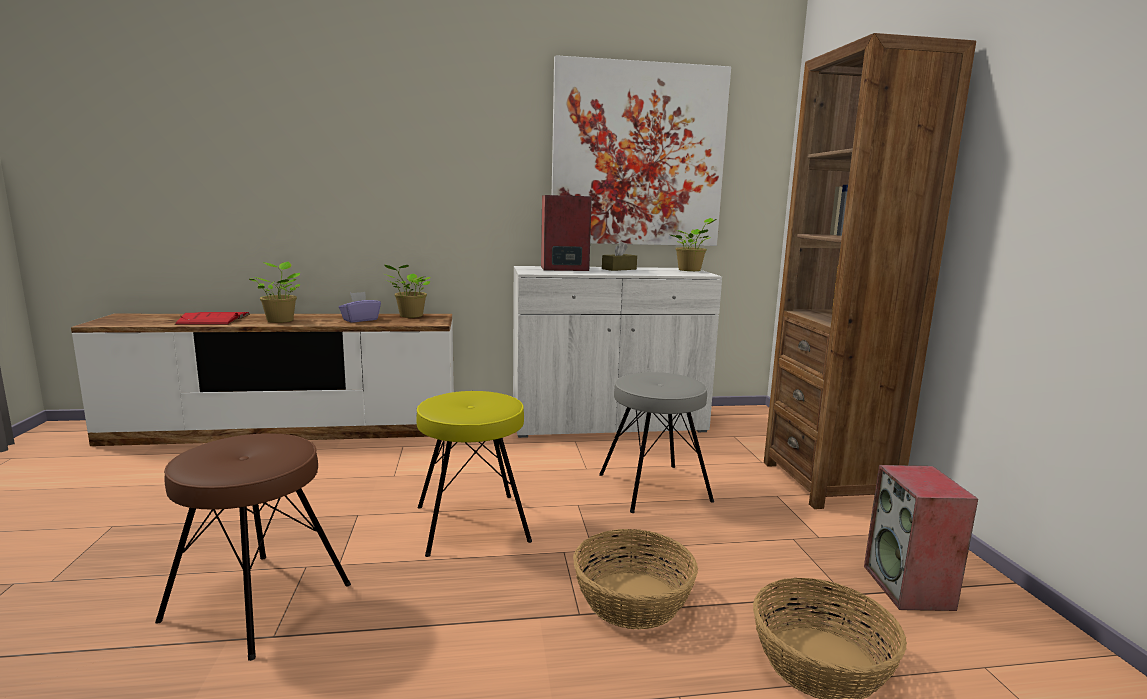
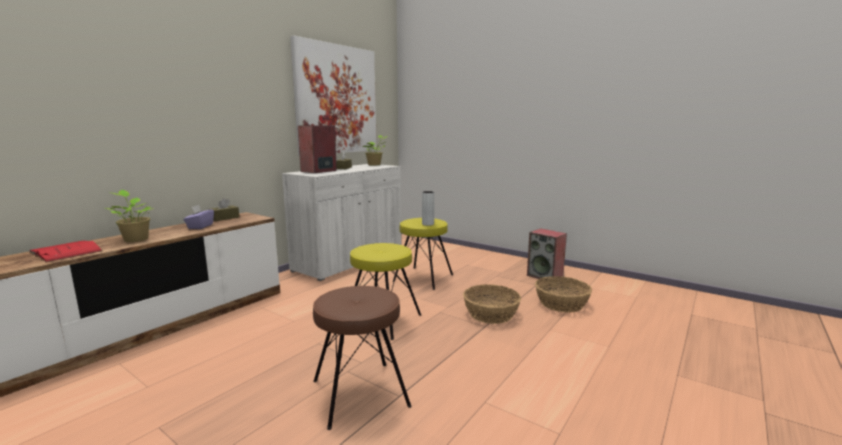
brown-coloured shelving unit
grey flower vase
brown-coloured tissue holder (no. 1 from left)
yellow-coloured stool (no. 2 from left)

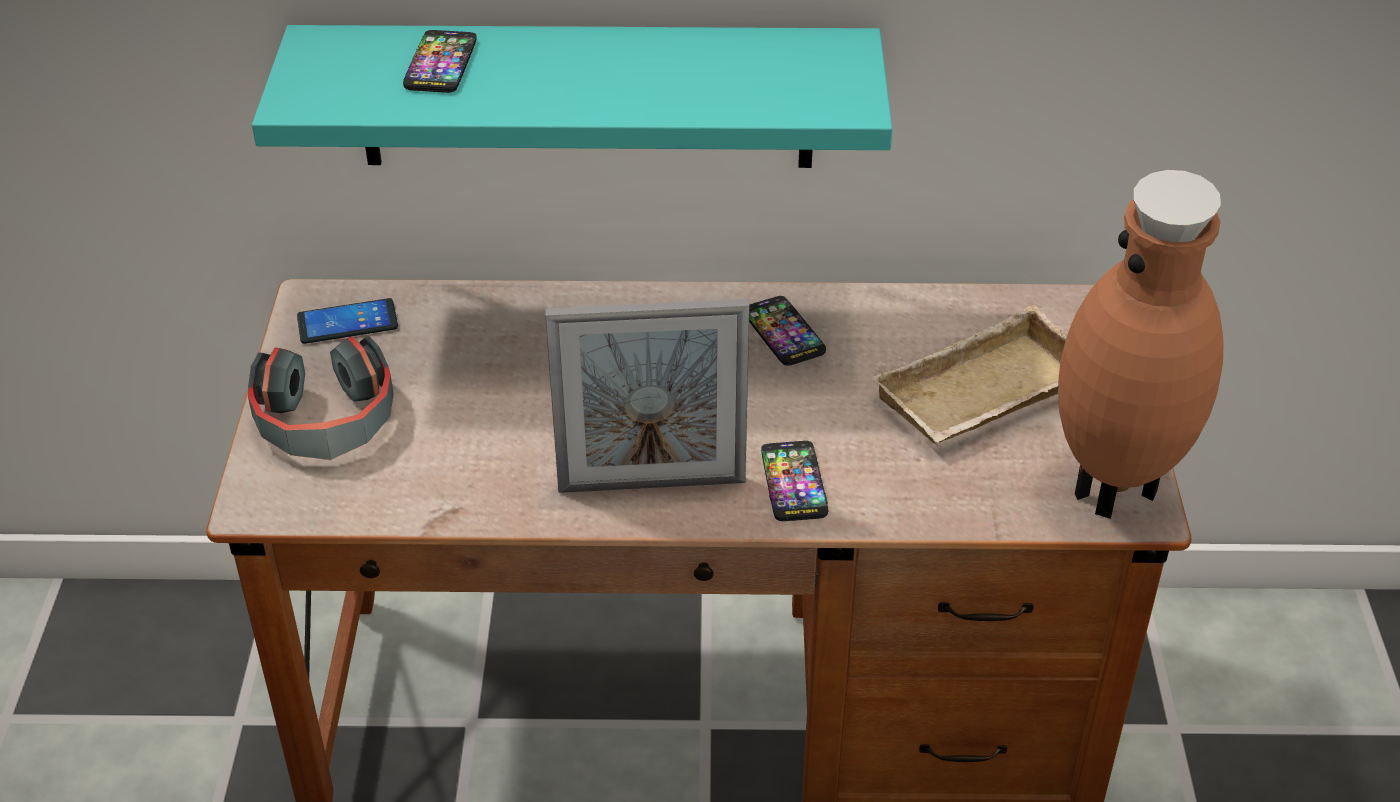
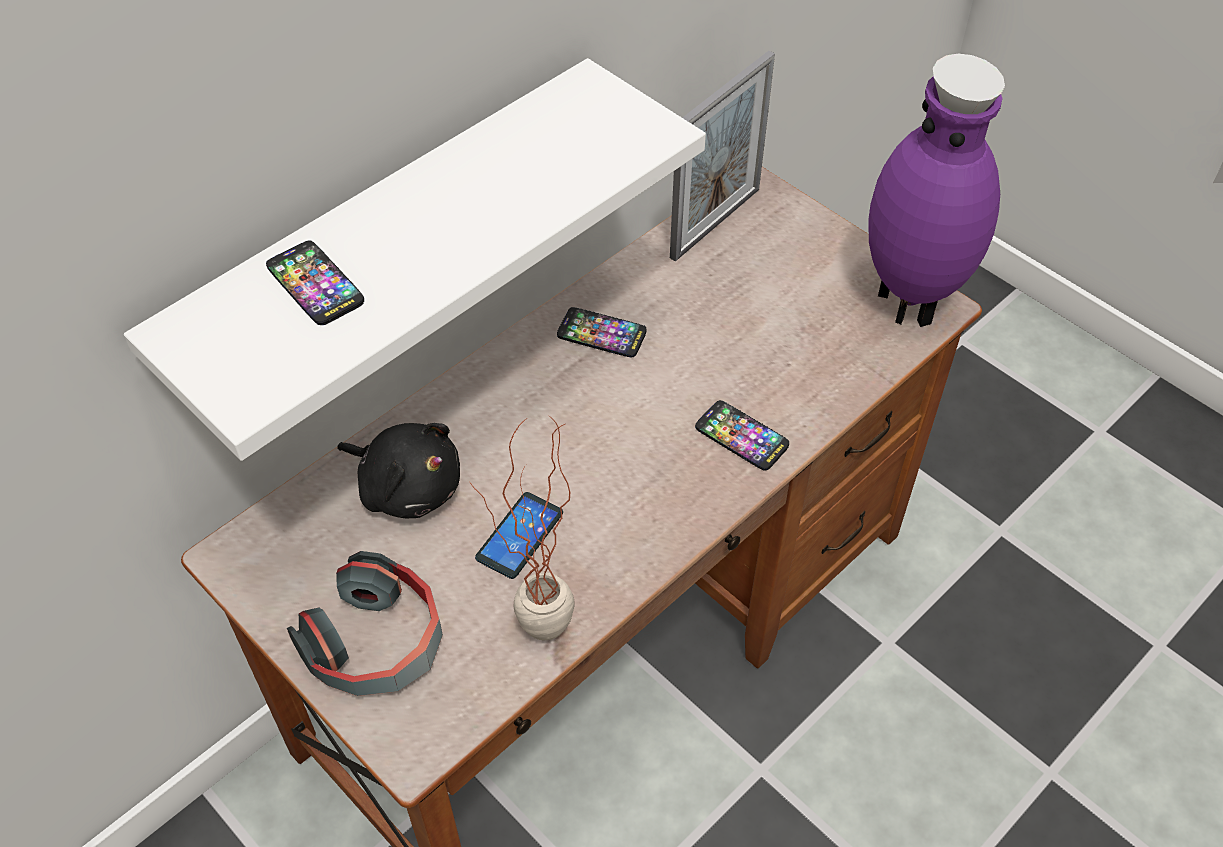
beige-coloured serving tray
black-coloured plush toy
plant in a pot
telephone (no. 2 from left)
photo frame
white-coloured wall shelf
purplish flower vase

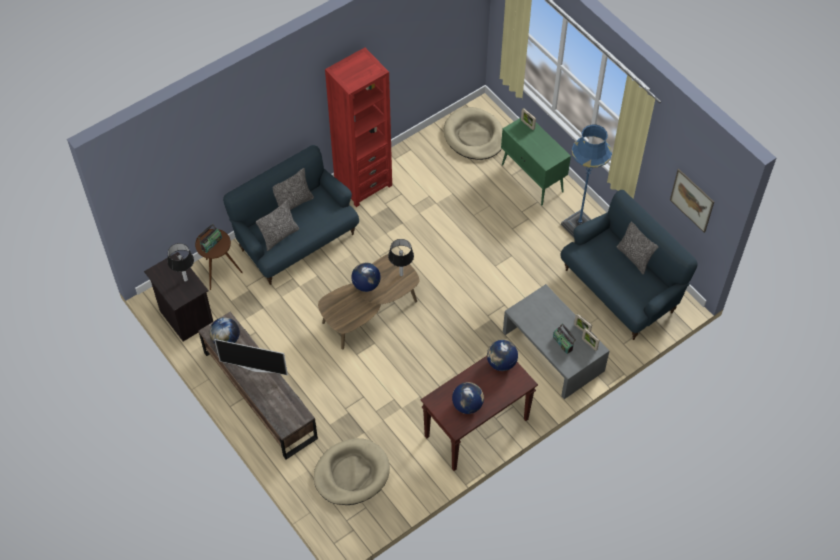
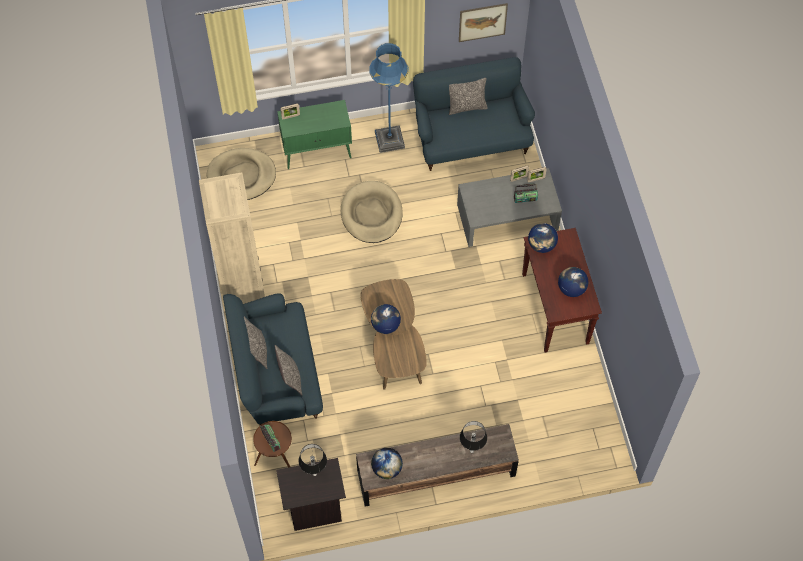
television
beige-coloured dog cushion (no. 2 from left)
tabletop lamp (no. 2 from left)
beige-coloured shelving unit

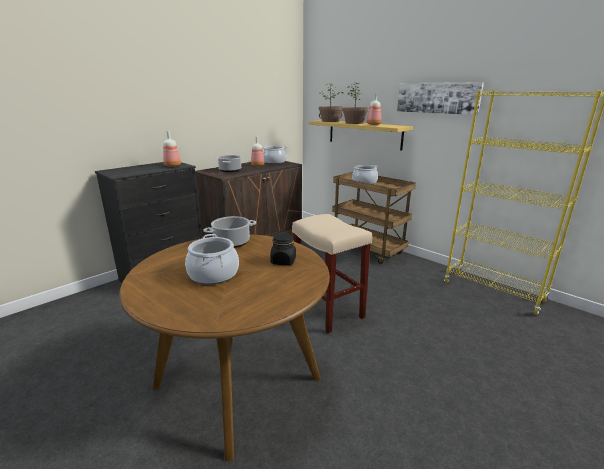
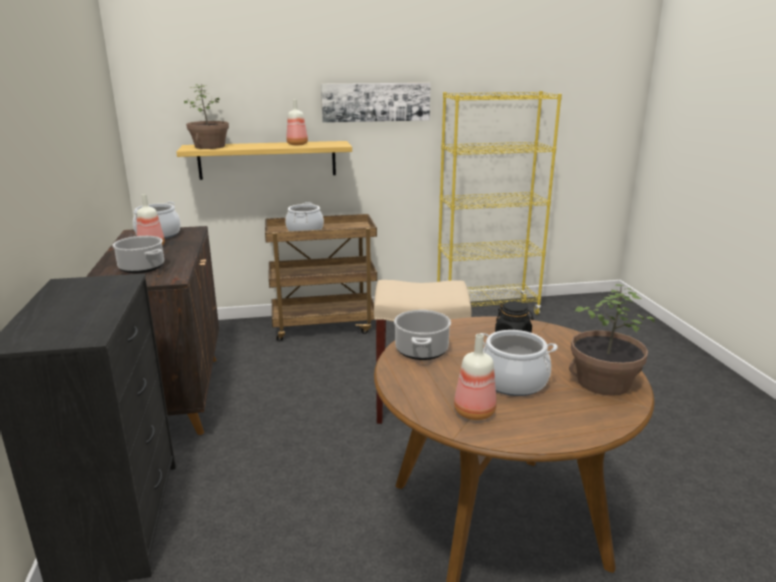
drink bottle (no. 3 from left)
plant in a pot (no. 2 from left)

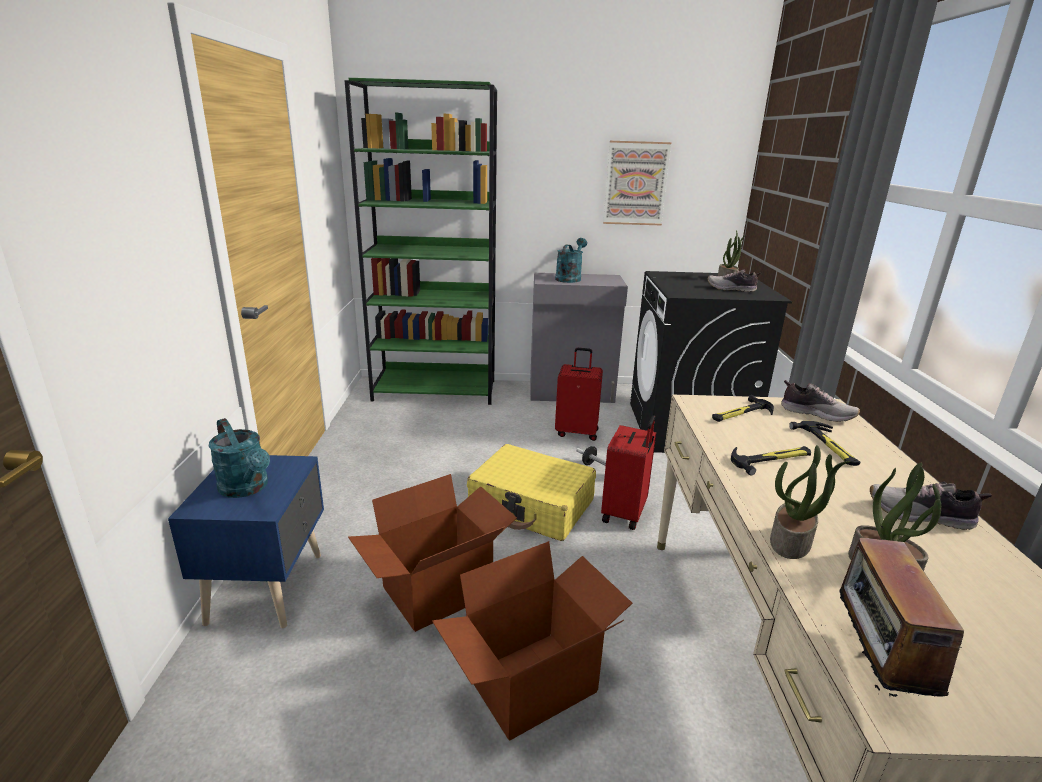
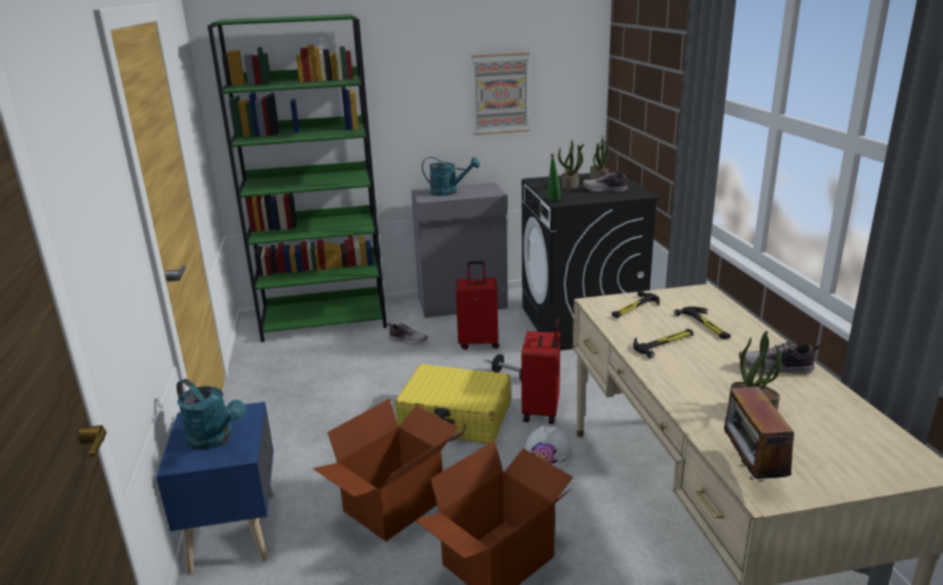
white-coloured work helmet
green-coloured drink bottle
plant in a pot (no. 1 from left)
shoe (no. 1 from left)
turquoise-coloured watering pot (no. 2 from left)

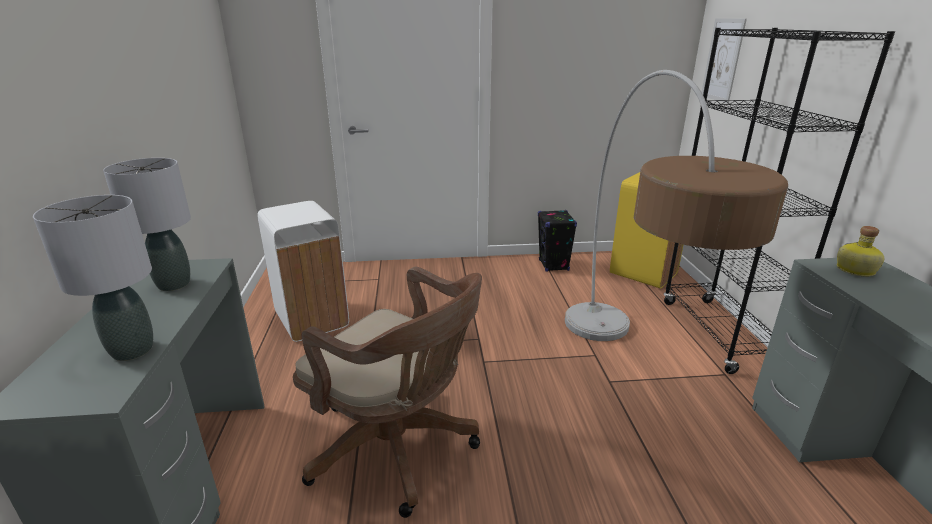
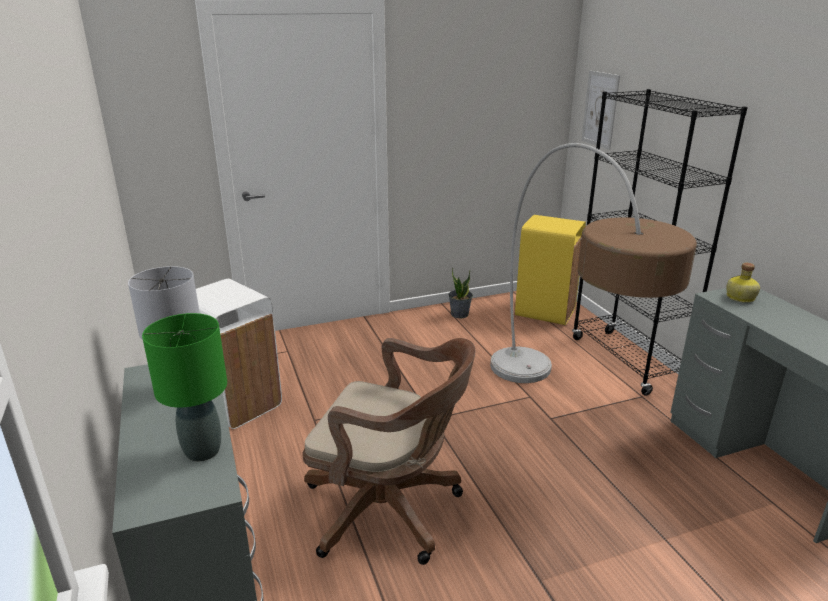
plant in a pot
green-coloured tabletop lamp

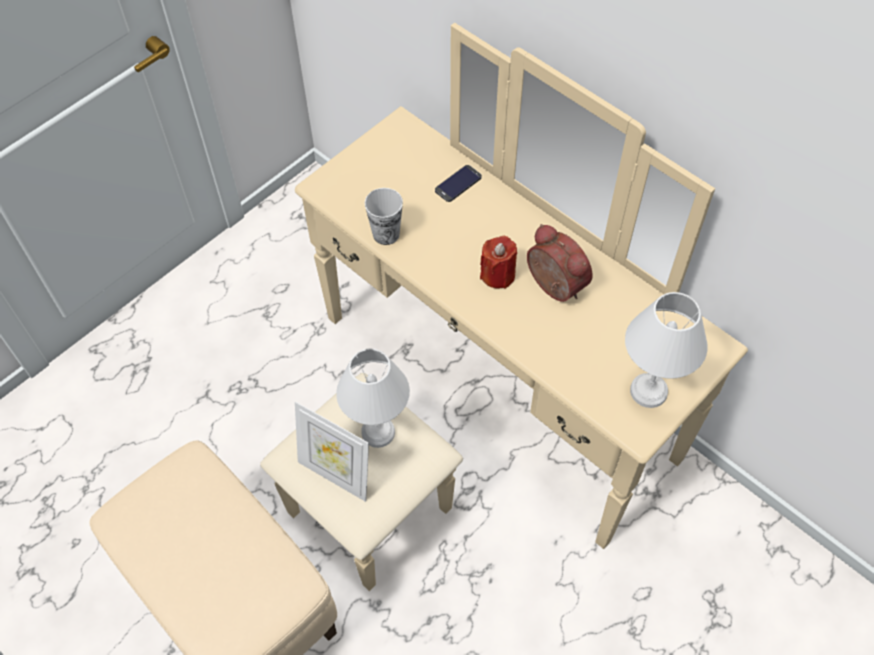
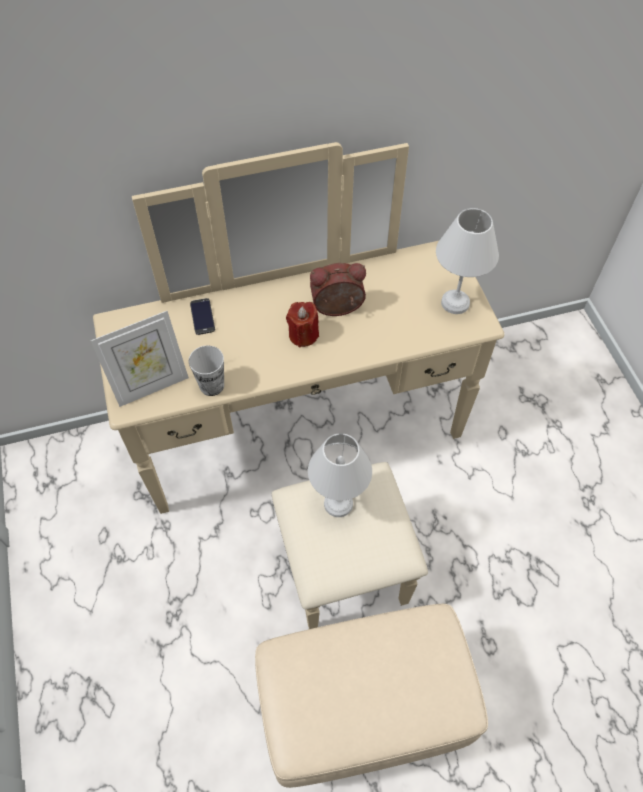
photo frame

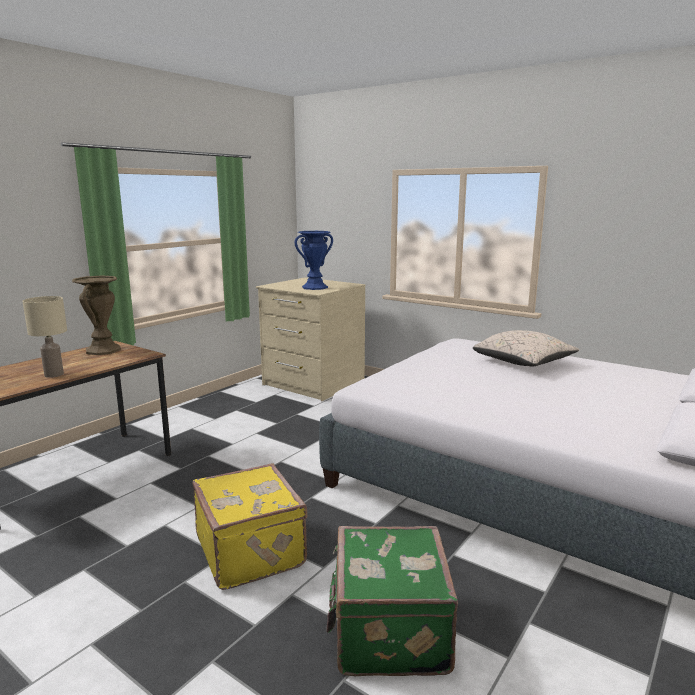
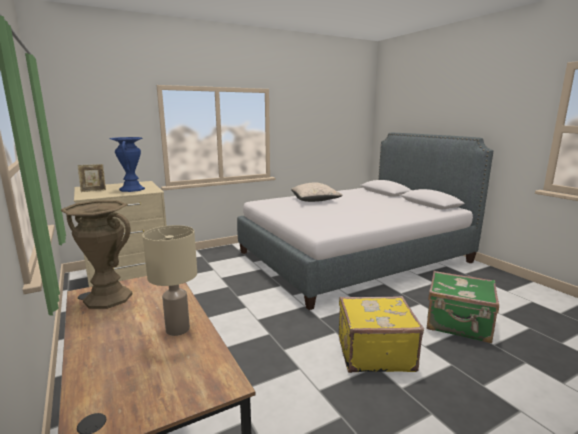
photo frame

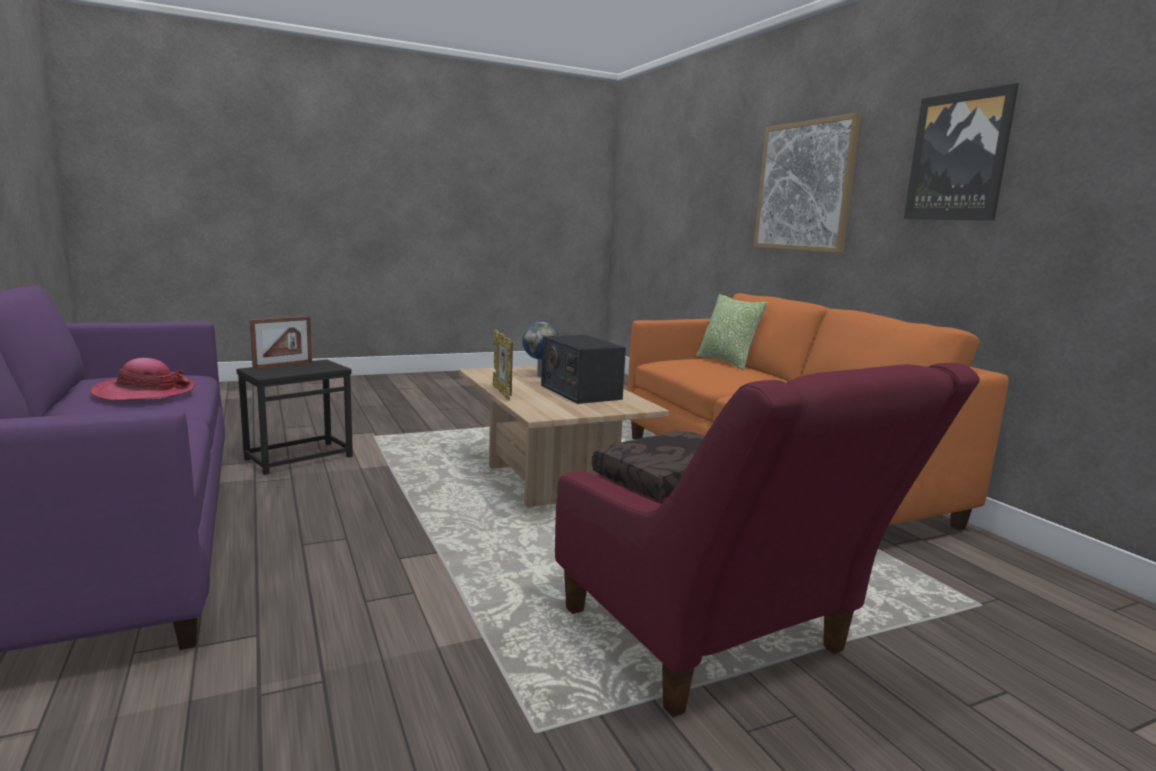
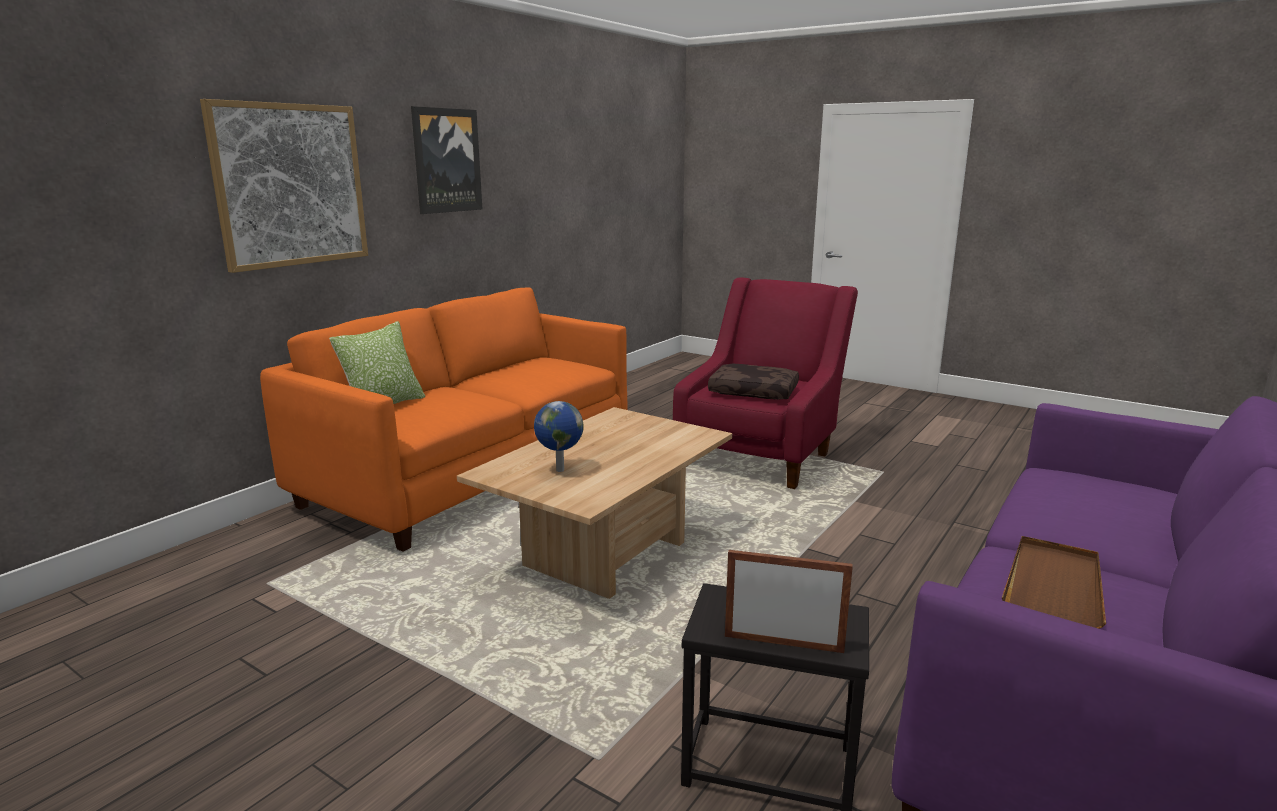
photo frame (no. 2 from left in the first image)
radio receiver
brown-coloured serving tray

